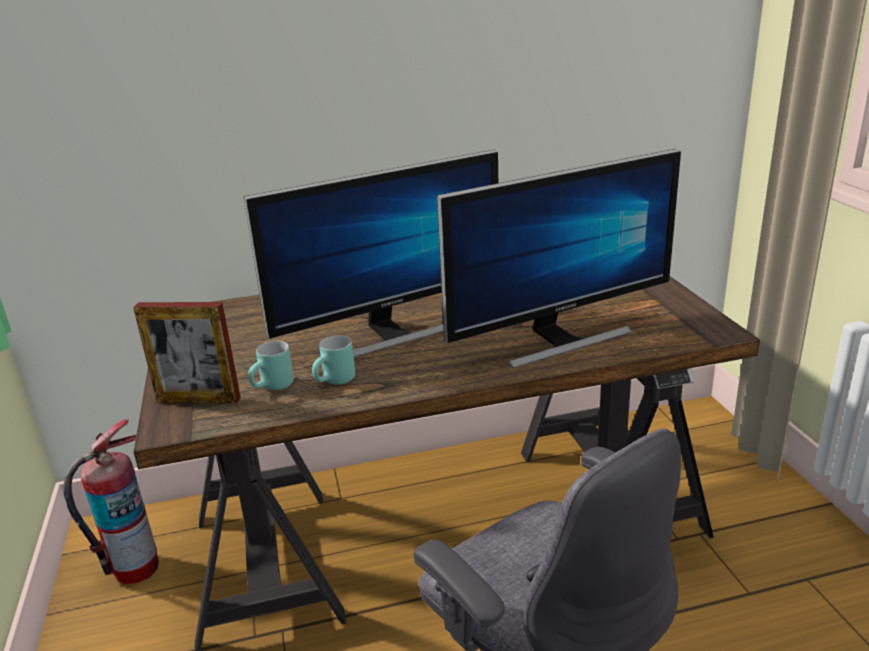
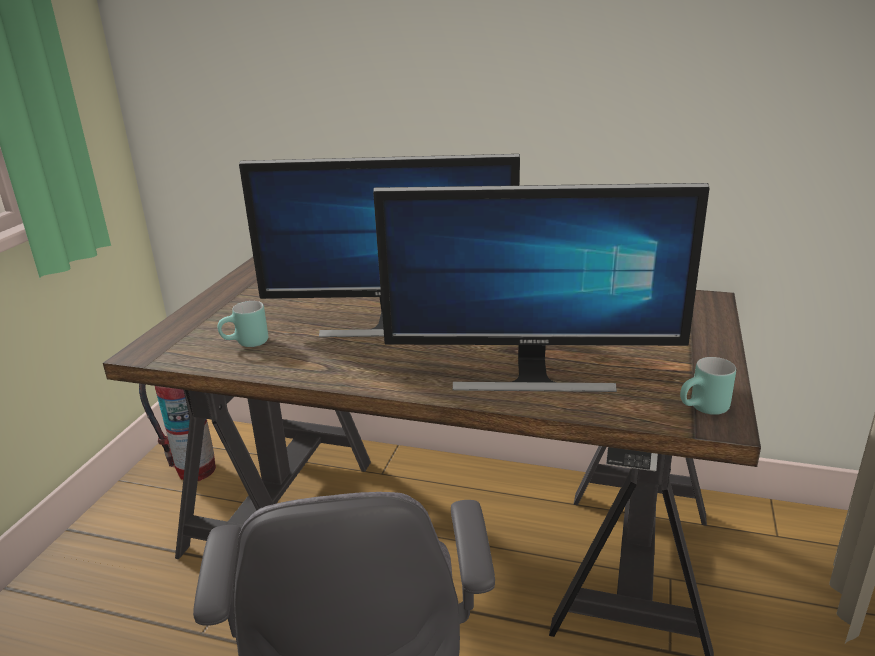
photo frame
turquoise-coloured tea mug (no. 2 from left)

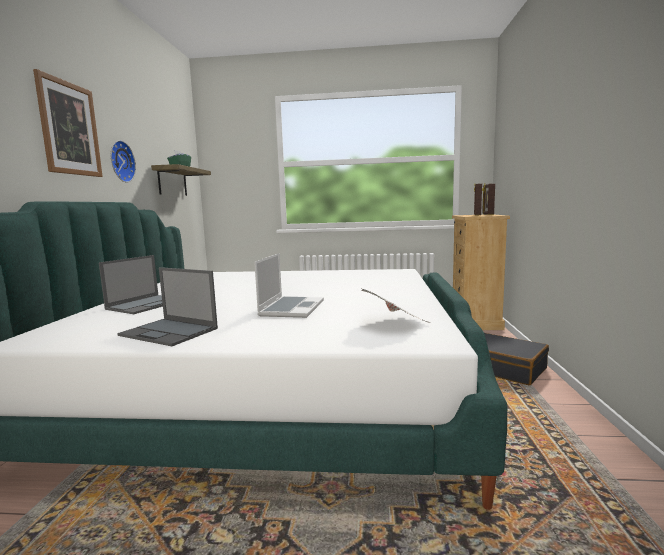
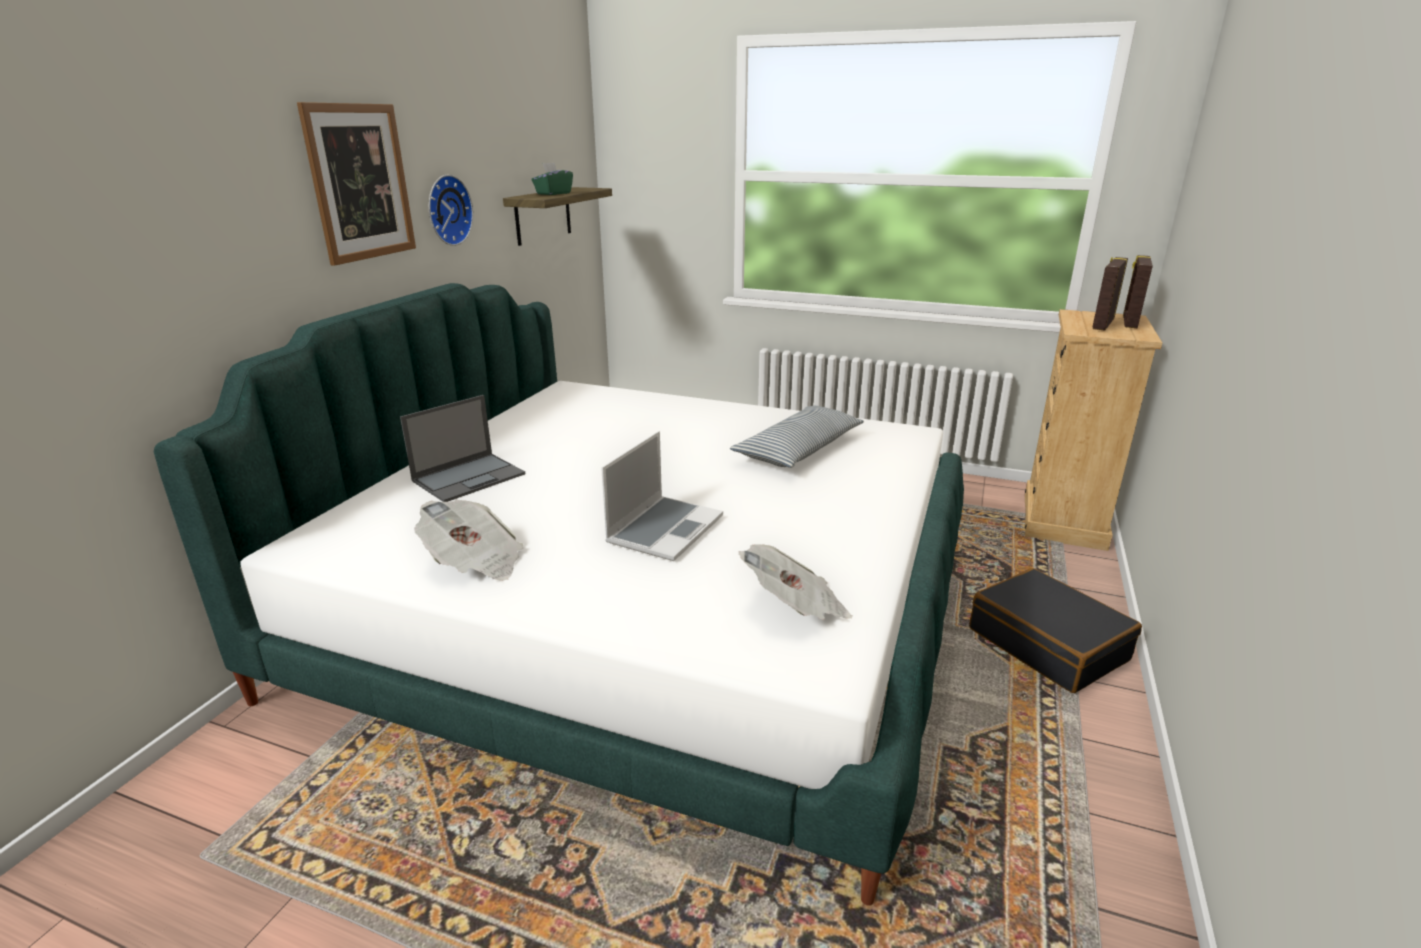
throw pillow
newspaper (no. 1 from left)

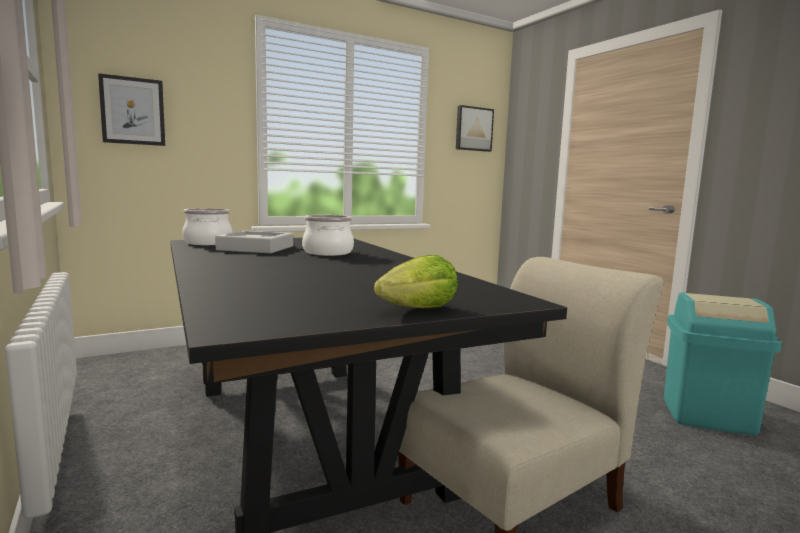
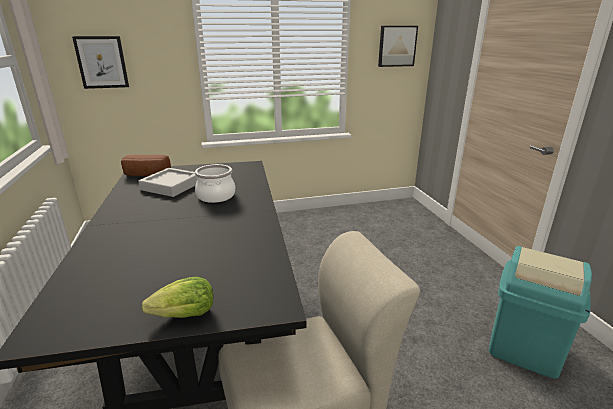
baked bread

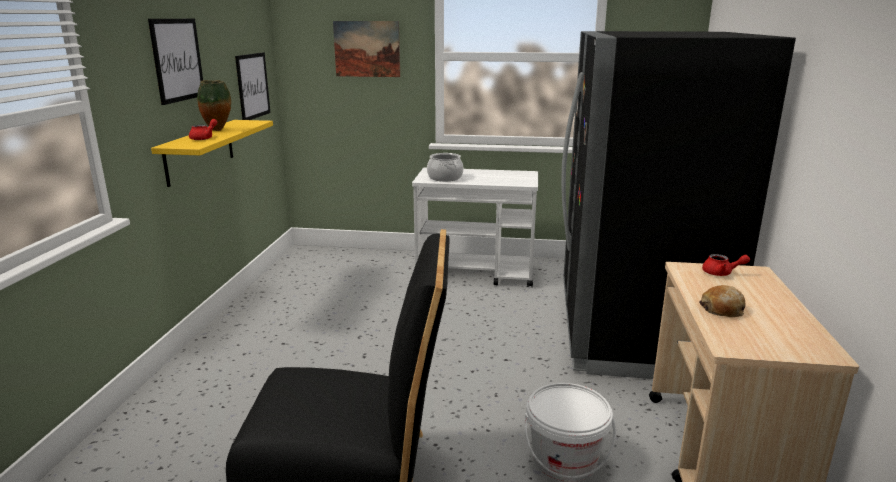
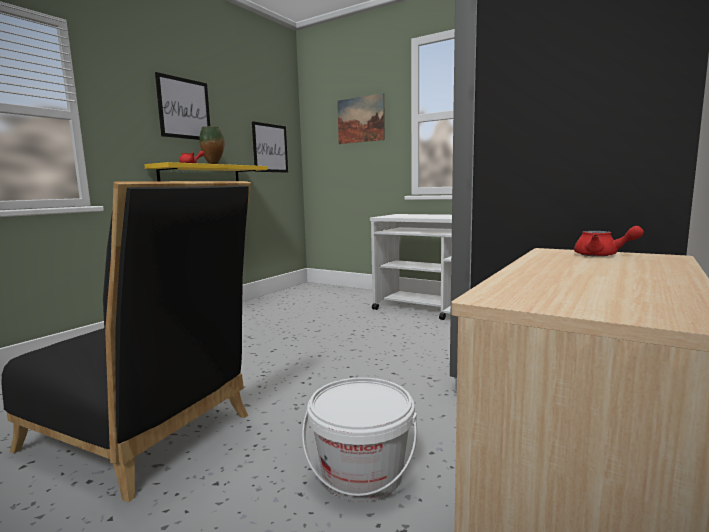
stockpot
baked bread

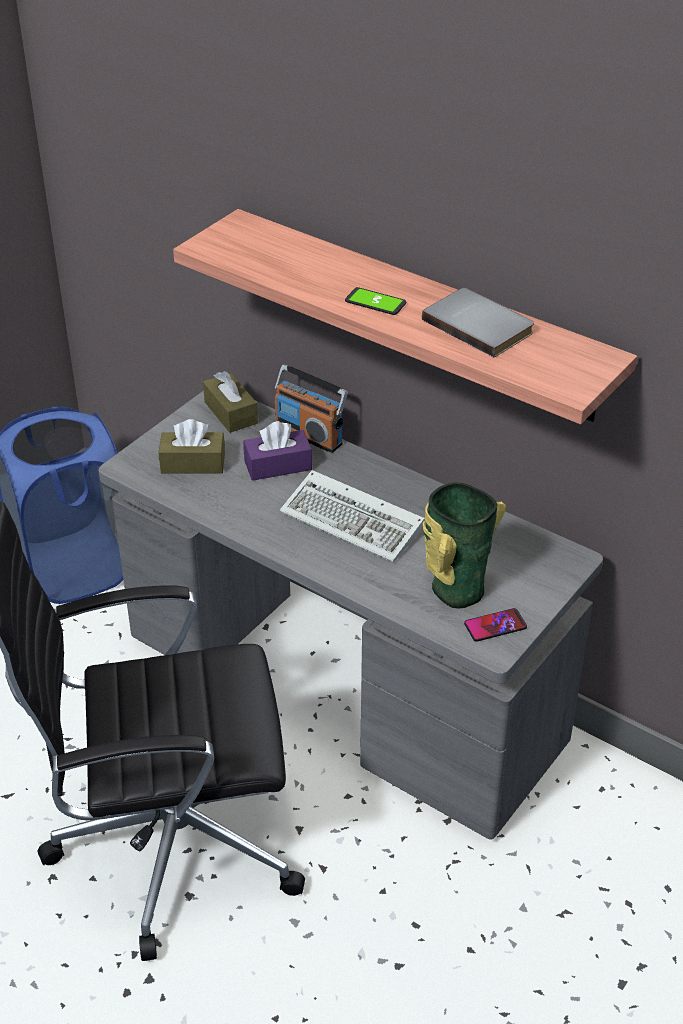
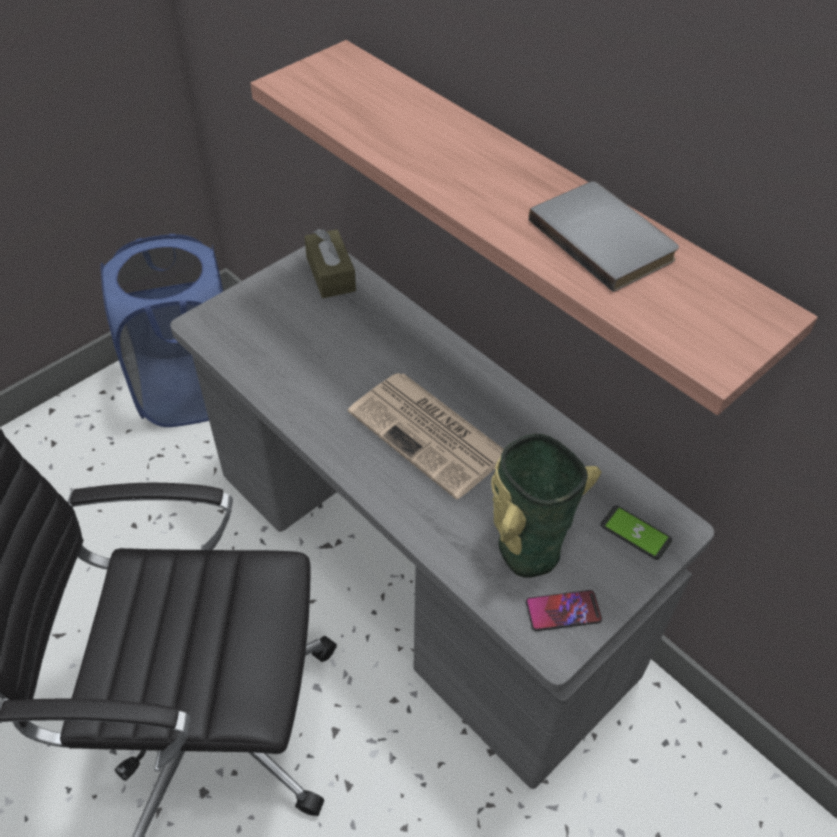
brown-coloured tissue holder (no. 1 from left in the first image)
purplish tissue holder
radio receiver
telephone (no. 2 from left)
newspaper

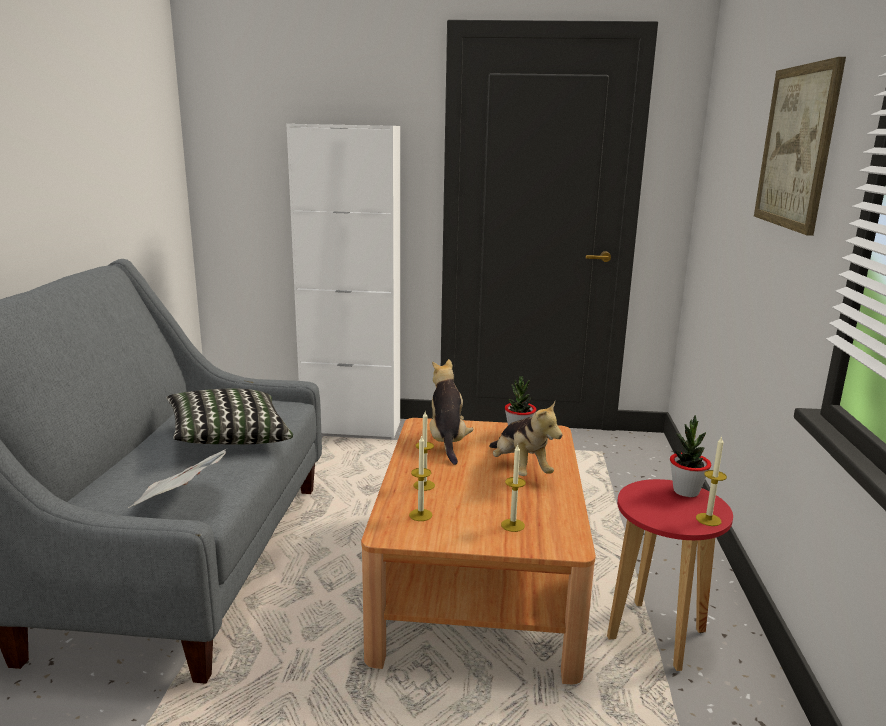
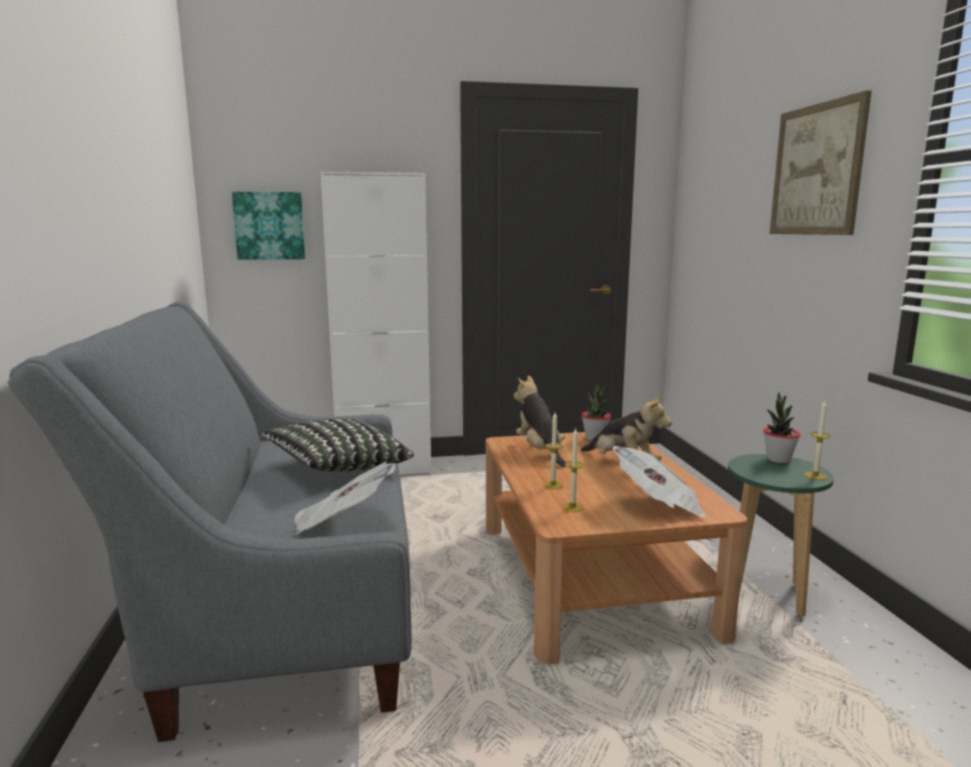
wall art (no. 1 from left)
newspaper (no. 2 from left)
green-coloured stool

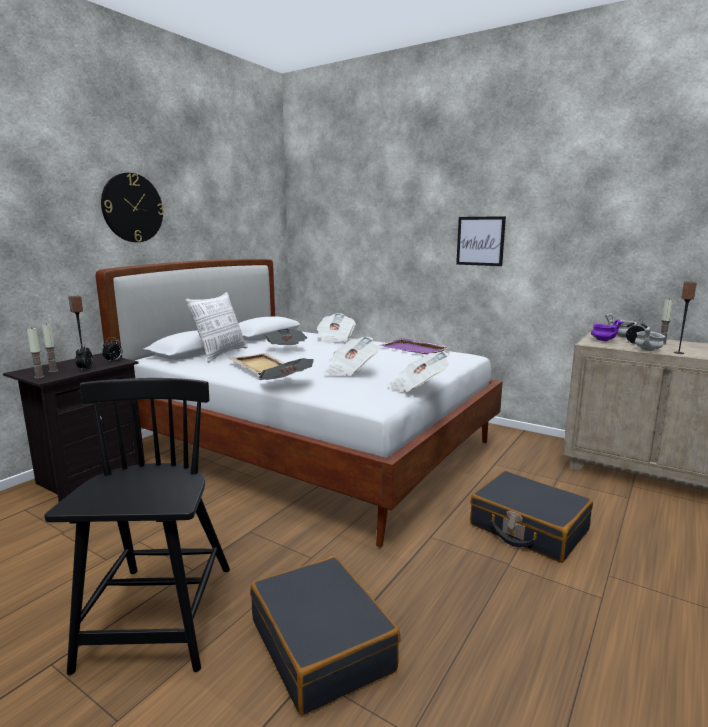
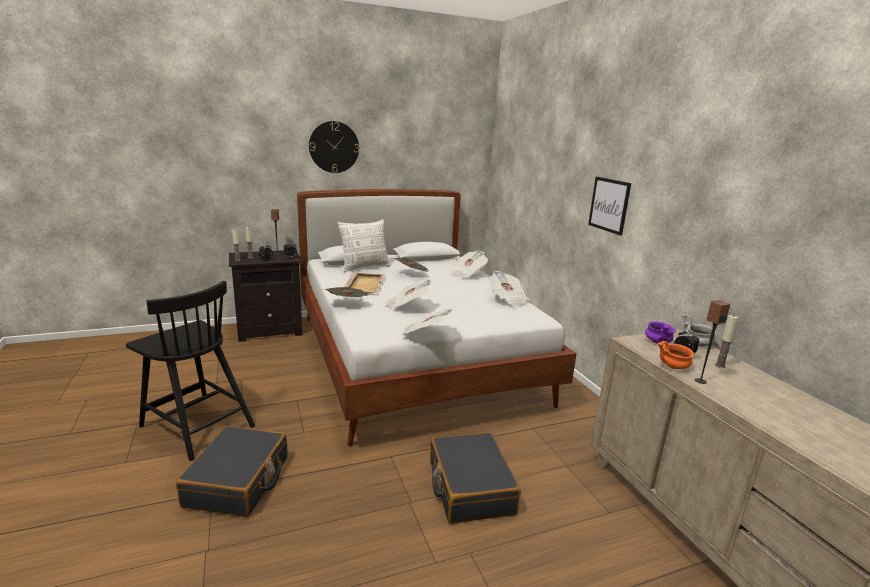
newspaper (no. 6 from left)
orange-coloured serving bowl
black-coloured plain chair

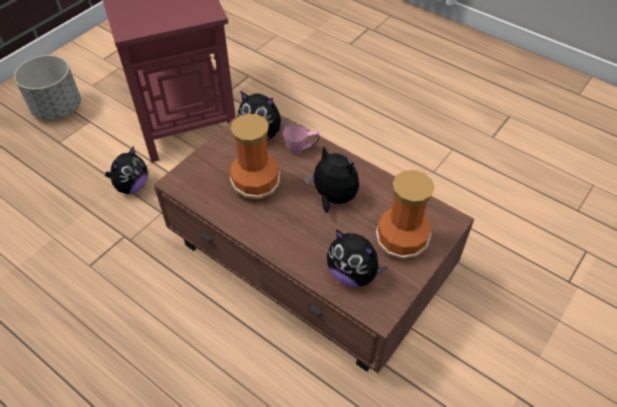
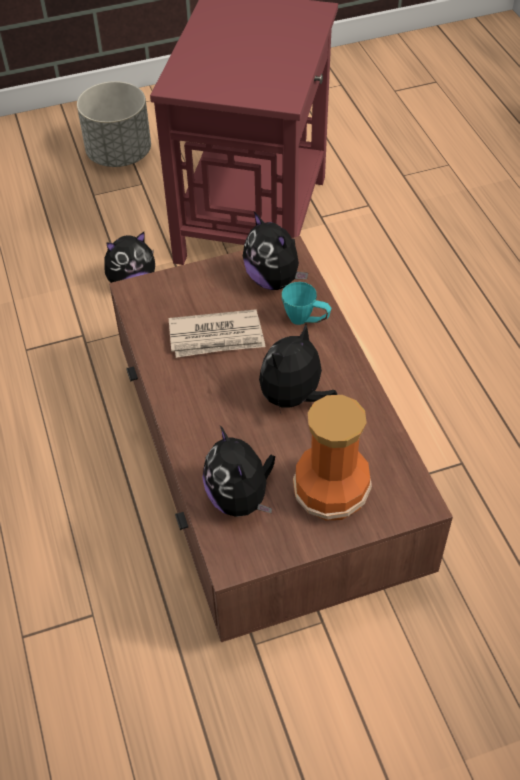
newspaper
turquoise-coloured tea mug
plush toy (no. 4 from left)

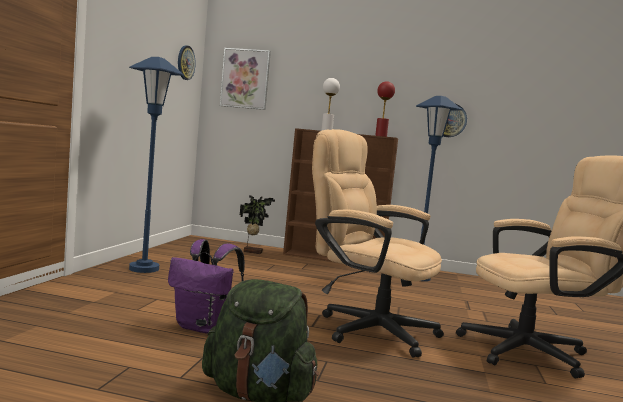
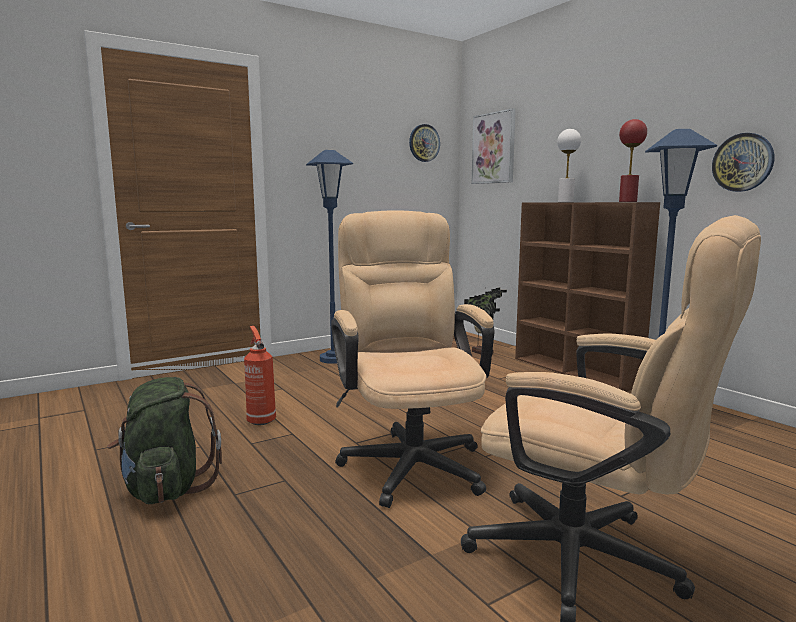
fire extinguisher

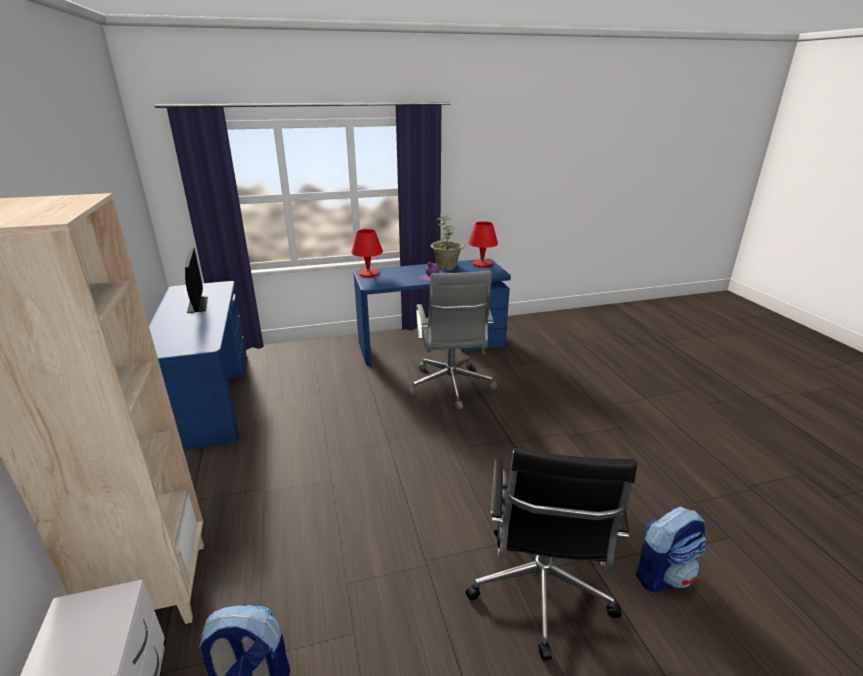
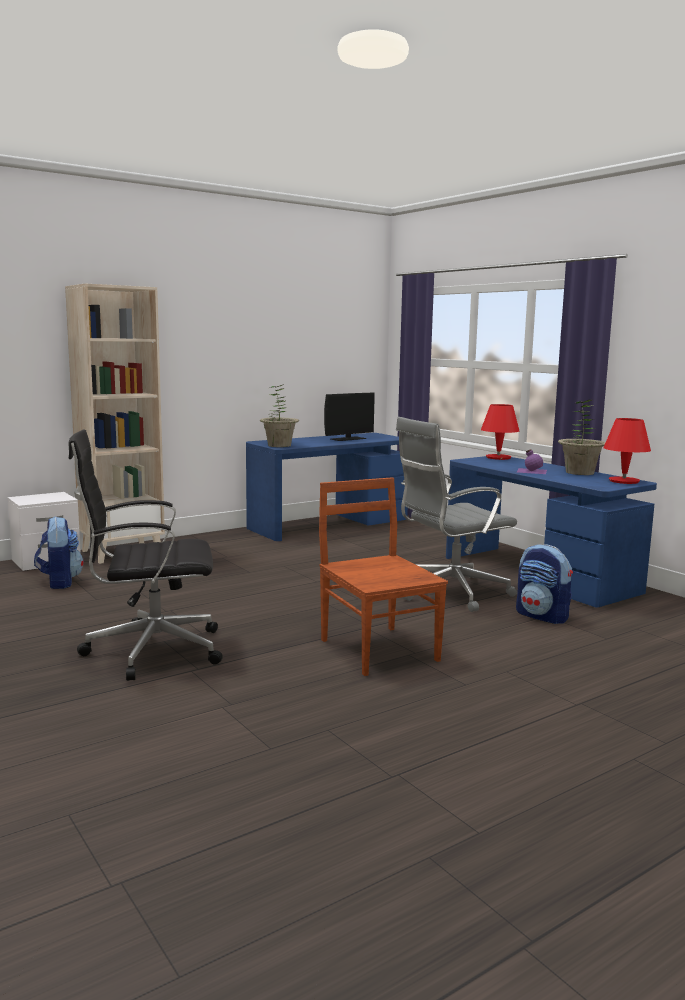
plant in a pot (no. 1 from left)
brown-coloured plain chair
rucksack (no. 2 from left)

